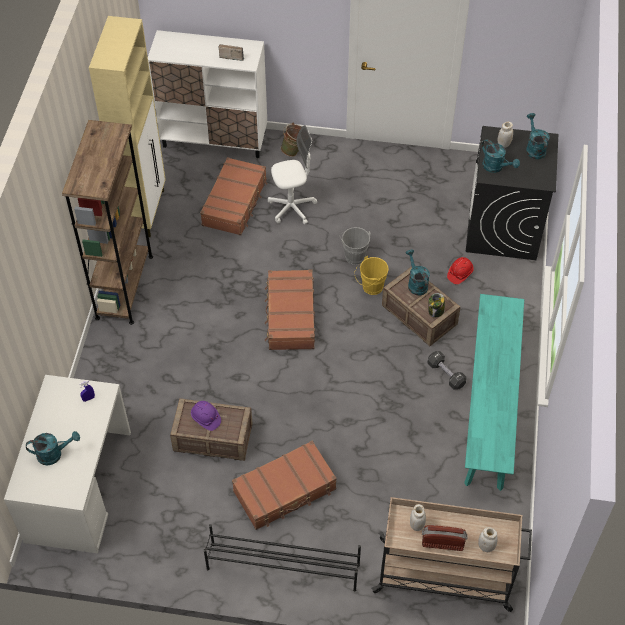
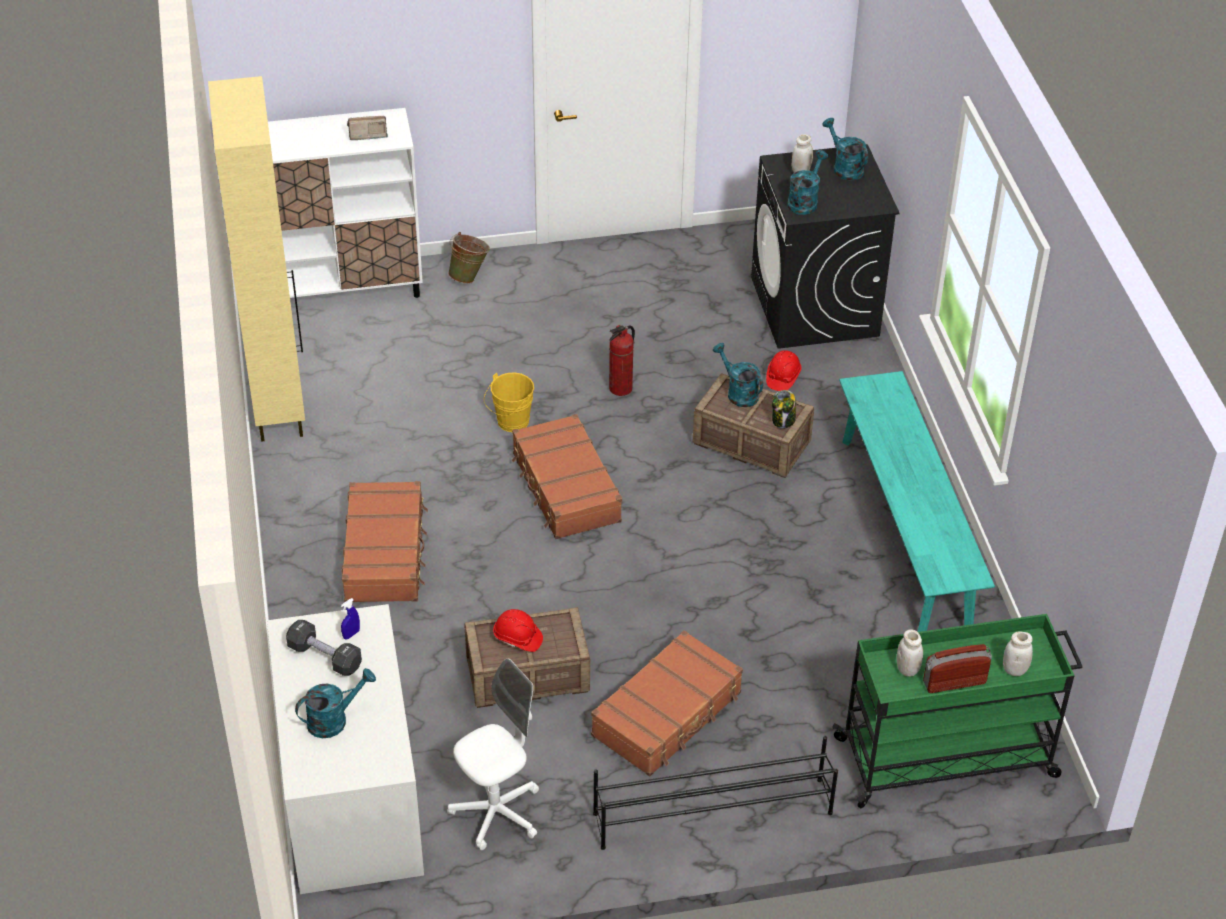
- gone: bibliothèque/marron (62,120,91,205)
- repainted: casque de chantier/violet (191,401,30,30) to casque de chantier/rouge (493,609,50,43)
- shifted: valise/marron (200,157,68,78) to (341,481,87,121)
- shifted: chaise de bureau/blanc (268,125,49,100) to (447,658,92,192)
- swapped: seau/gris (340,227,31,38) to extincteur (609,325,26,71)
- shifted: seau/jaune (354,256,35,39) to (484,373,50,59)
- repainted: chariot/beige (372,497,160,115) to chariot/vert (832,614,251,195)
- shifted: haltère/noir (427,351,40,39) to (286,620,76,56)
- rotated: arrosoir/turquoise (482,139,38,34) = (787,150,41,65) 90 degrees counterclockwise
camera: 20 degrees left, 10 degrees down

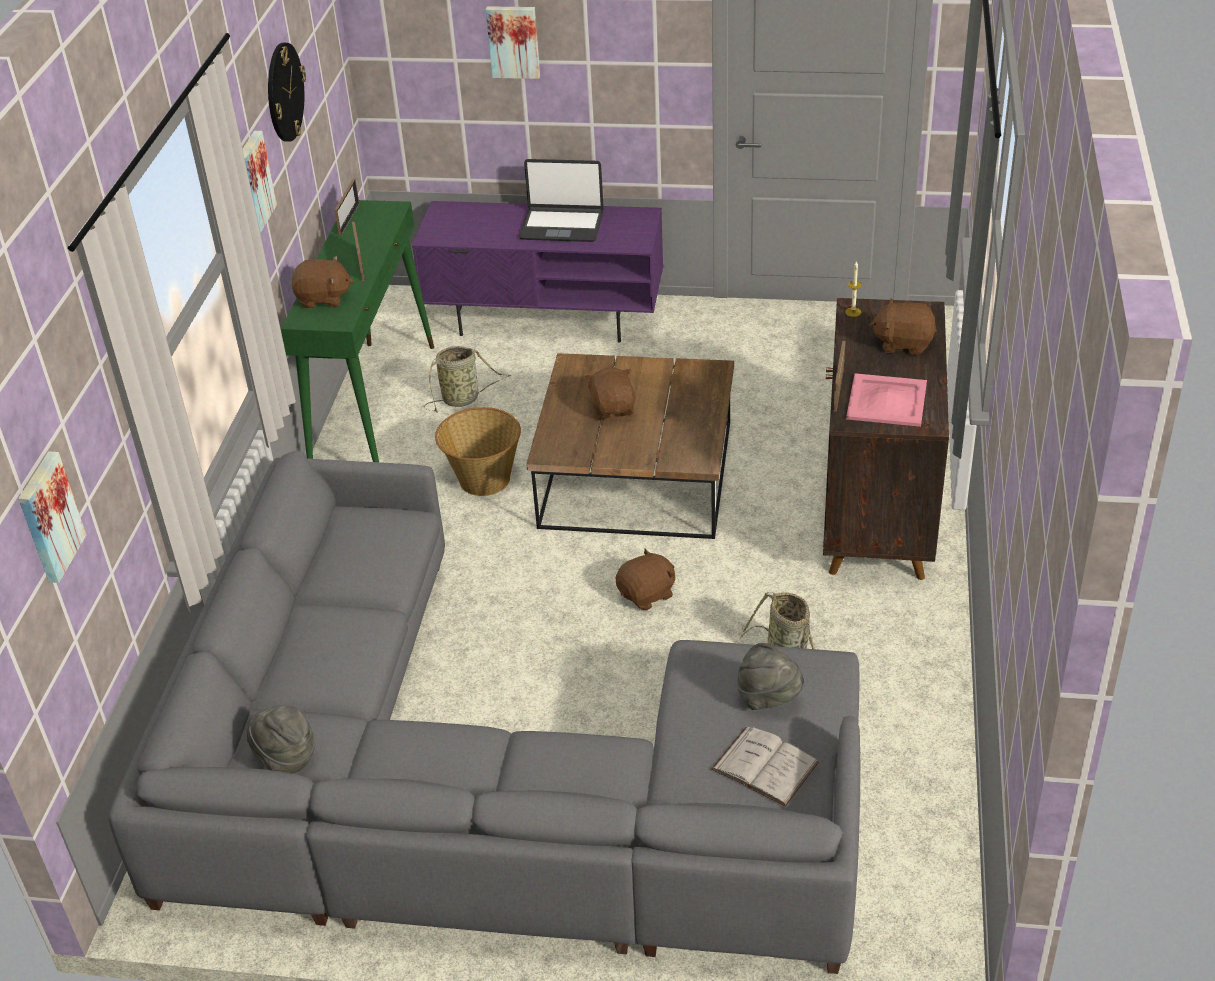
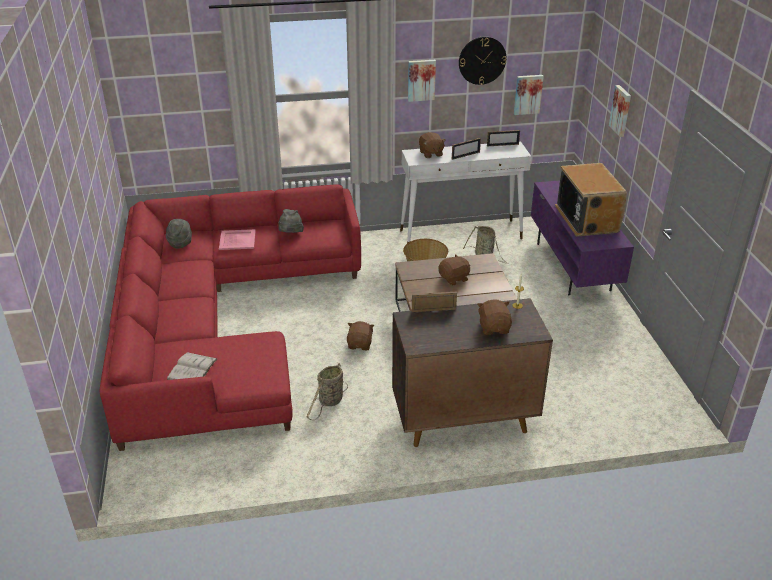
- shifted: tableau (18,451,69,132) to (514,75,30,40)
- repainted: canapé/gris (109,451,751,523) to canapé/rouge (100,185,261,266)
- repainted: table console/vert (281,200,153,262) to table console/blanc (400,141,131,102)
- swapped: ordinateur portable (519,159,85,83) to téléviseur (555,163,72,74)
- rotated: peluche/marron (615,548,60,63) = (347,321,27,29) 120 degrees counterclockwise
- shifted: chapeau/gris (737,643,67,67) to (278,209,26,24)
- shifted: plateau/rose (846,373,81,54) to (219,229,37,21)
camera: 70 degrees right, 5 degrees down

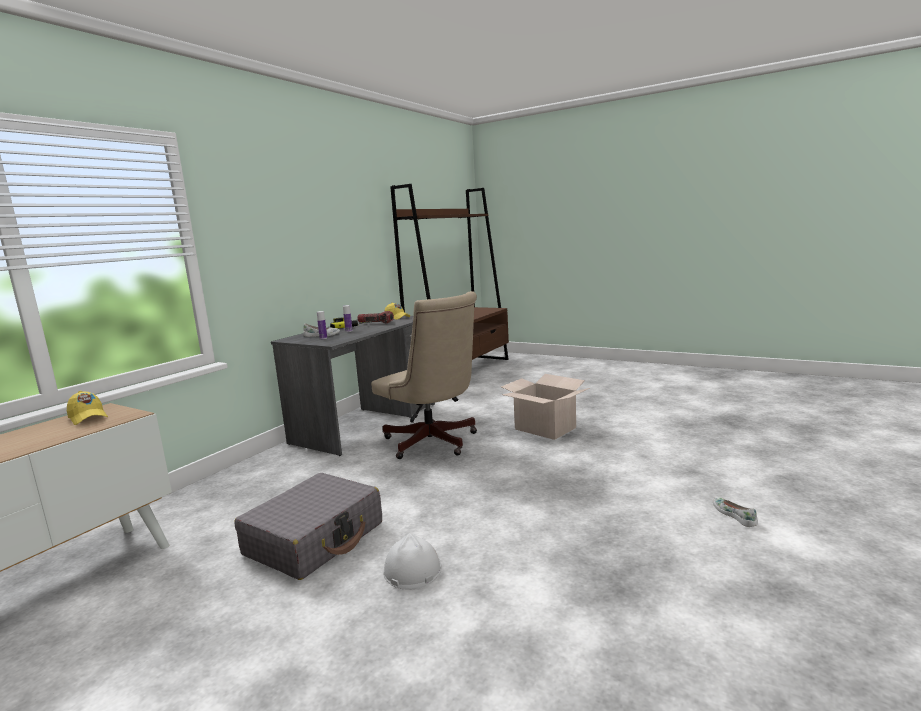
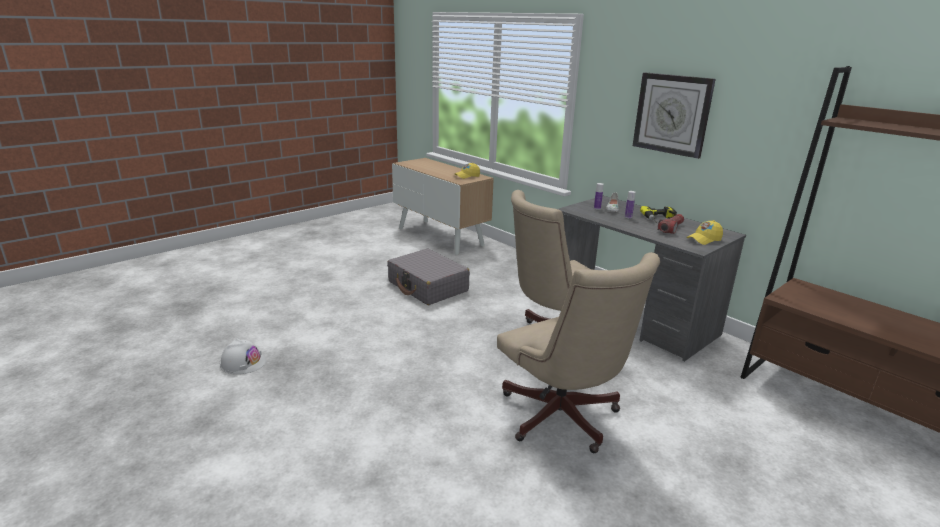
- shifted: casque de chantier/blanc (383,533,59,57) to (220,339,46,35)
- swapped: carton (501,374,89,66) to chaise de bureau/beige (497,252,163,201)
- gone: chaussure/blanc (713,497,45,30)
- new: horloge murale (633,72,83,87)
camera: 105 degrees right, 10 degrees up

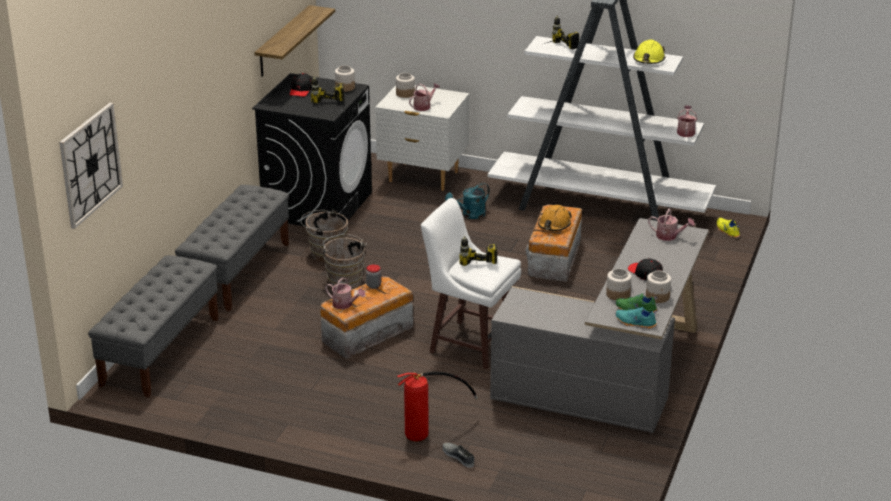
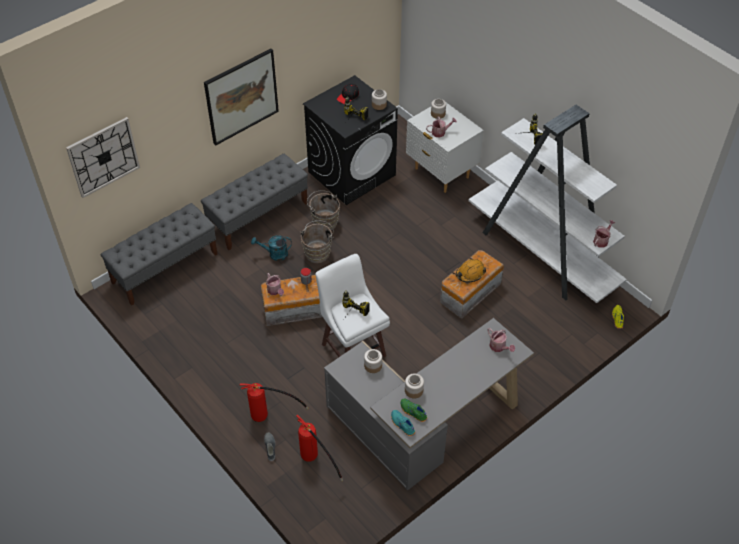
- gone: étagère (255,5,80,72)
- shifted: arrosoir/turquoise (445,183,45,36) to (251,235,41,26)
- gone: casquette/noir (628,258,35,23)
- gone: casque de chantier/jaune (633,40,32,24)
- shifted: bocal (646,271,25,32) to (364,349,18,24)
- new: tableau (204,48,75,98)
- new: extincteur (296,415,47,66)
camera: 30 degrees right, 20 degrees up

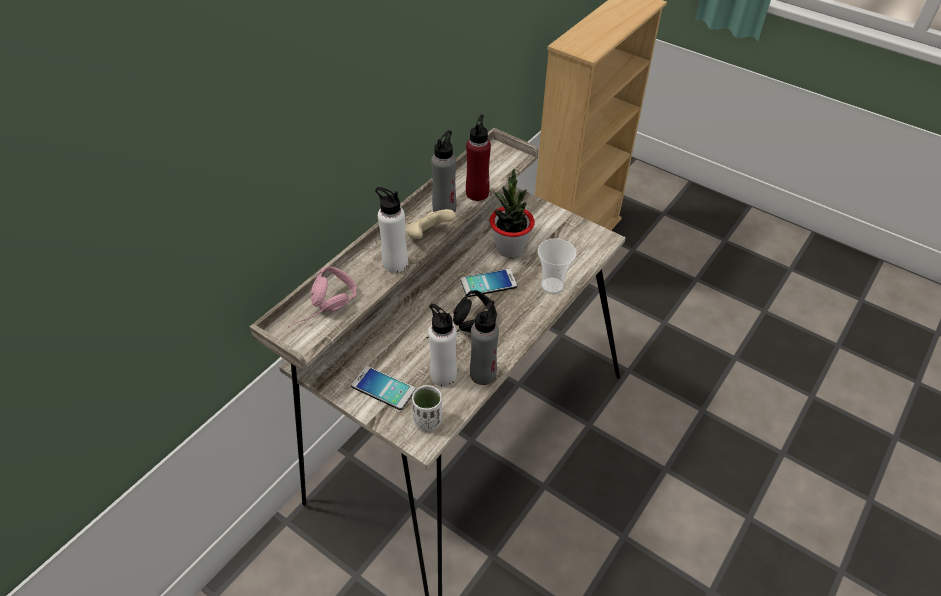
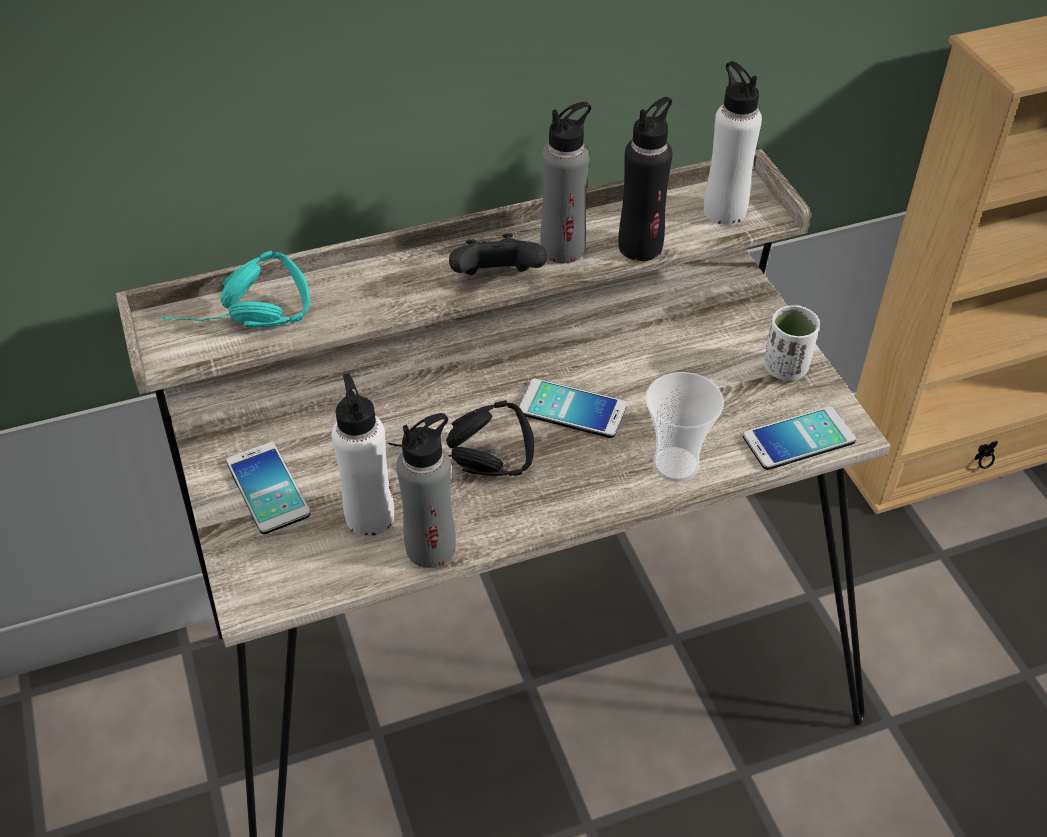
- repainted: casque audio/rose (288,266,69,62) to casque audio/turquoise (162,251,148,77)
- shifted: bouteille/blanc (375,187,33,86) to (704,61,58,164)
- repainted: manette/beige (406,209,50,30) to manette/noir (449,233,98,42)
- shifted: tasse/blanc (412,385,30,46) to (764,305,56,76)
- repainted: bouteille/rouge (466,115,25,86) to bouteille/noir (618,97,55,164)
- gone: plante en pot (490,169,45,89)
- new: téléphone (743,406,113,64)
camera: 35 degrees right, 0 degrees up

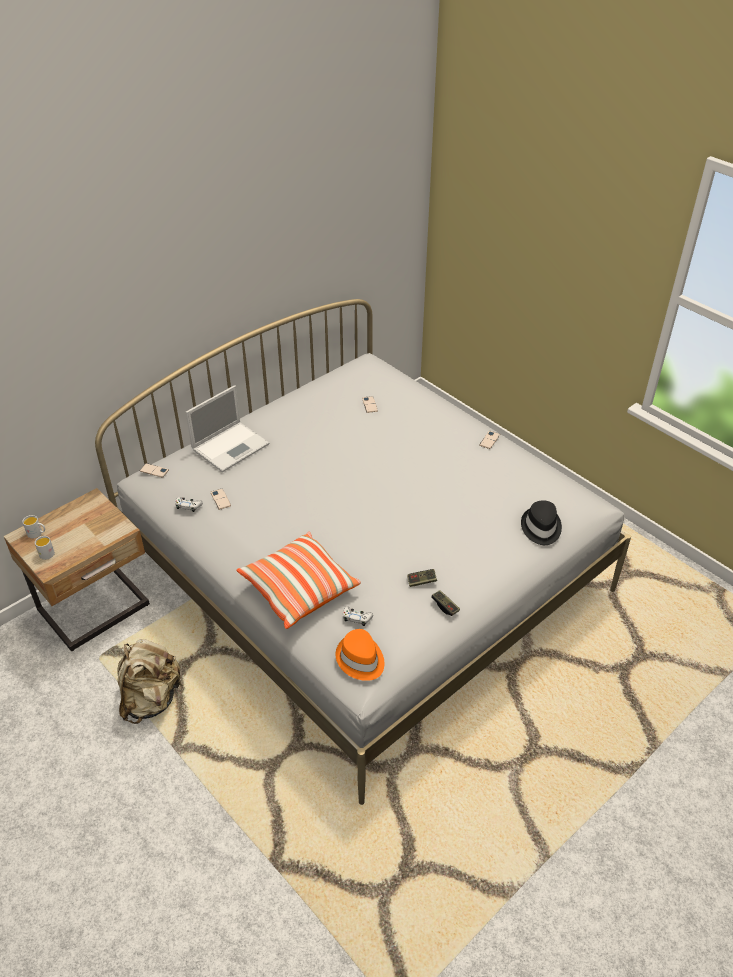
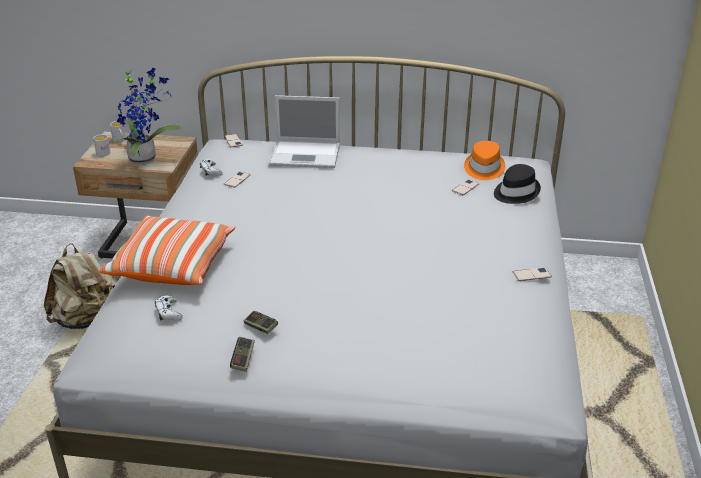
- shifted: chapeau/orange (335,629,50,52) to (464,141,41,39)
- shifted: chapeau/noir (521,500,41,45) to (494,164,47,40)
- new: plante en pot (112,68,69,97)
camera: 50 degrees right, 10 degrees down

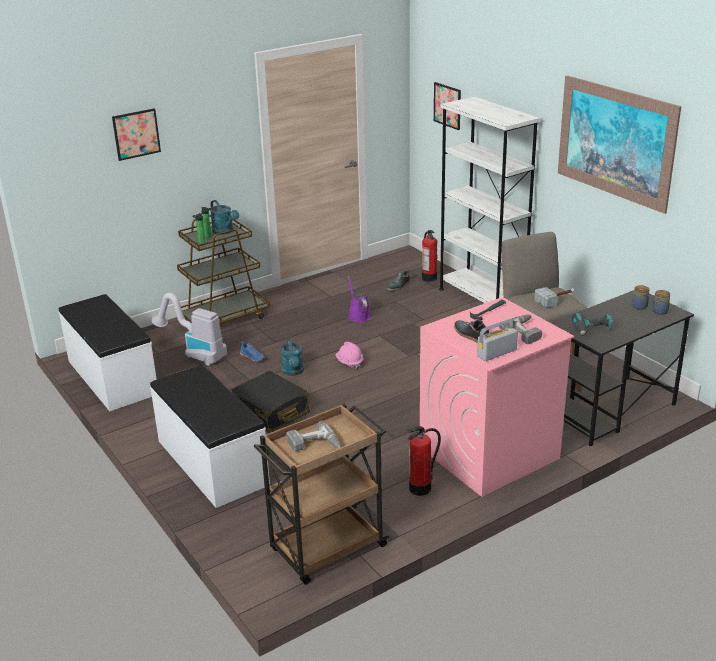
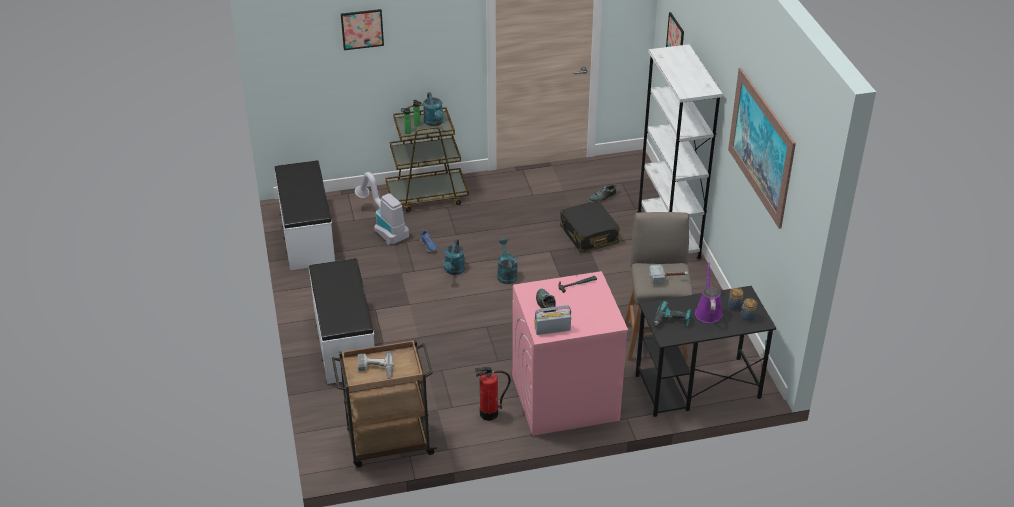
- shifted: valise/noir (230,370,80,63) to (560,200,60,53)
- swapped: casque de chantier/rose (335,342,28,27) to arrosoir/turquoise (497,238,21,46)
- shifted: arrosoir/violet (348,276,24,47) to (695,262,27,61)
- gone: extincteur (422,230,15,52)
- gone: perceuse (499,315,43,29)
camera: 20 degrees right, 10 degrees up

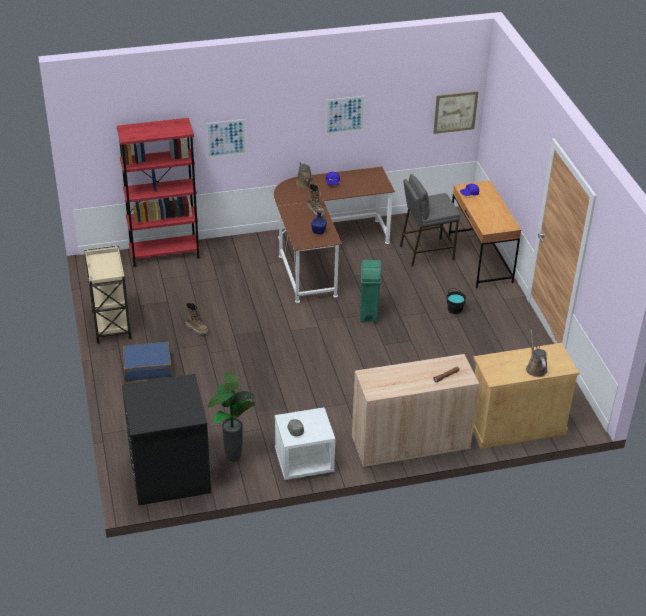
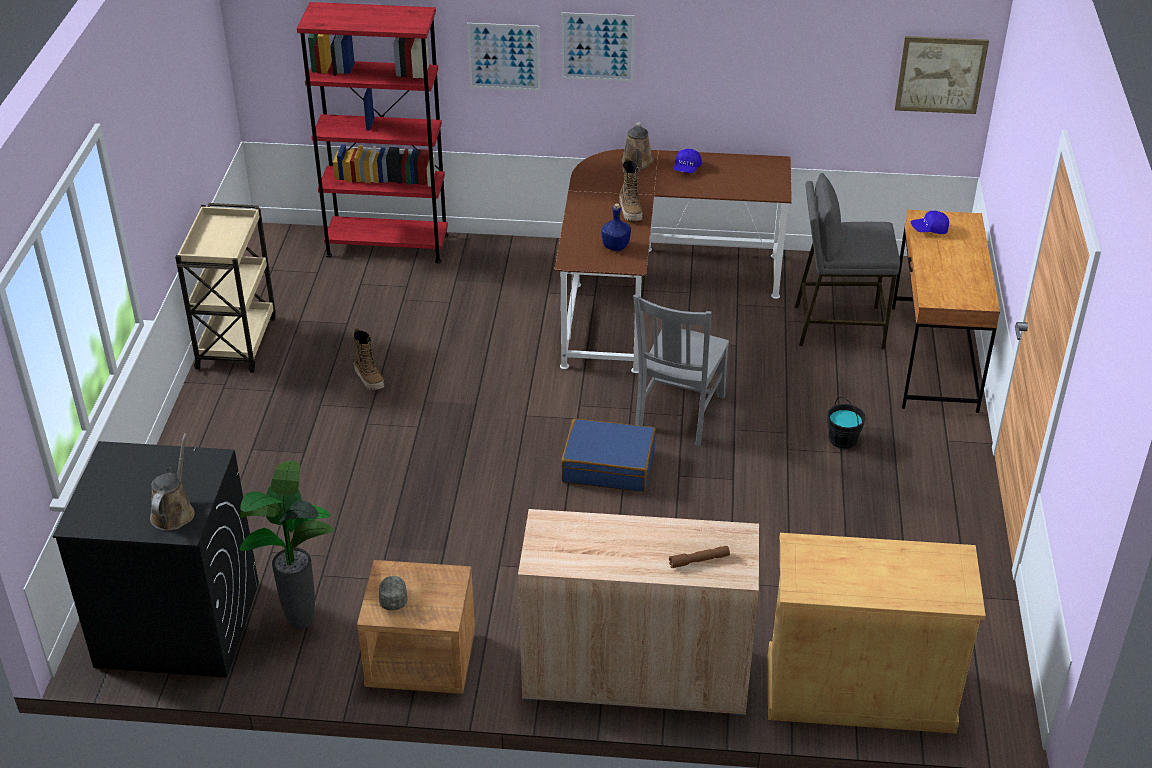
- shifted: valise/bleu (123,342,49,39) to (561,419,95,73)
- repainted: table de chevet/blanc (275,407,60,73) to table de chevet/marron (357,560,118,134)
- shifted: tableau (326,96,39,39) to (561,12,74,70)
- swapped: poubelle/vert (360,260,21,63) to chaise/gris (633,294,96,152)
- shifted: arrosoir/marron (526,330,21,47) to (150,433,45,98)
camera: 20 degrees right, 0 degrees up

